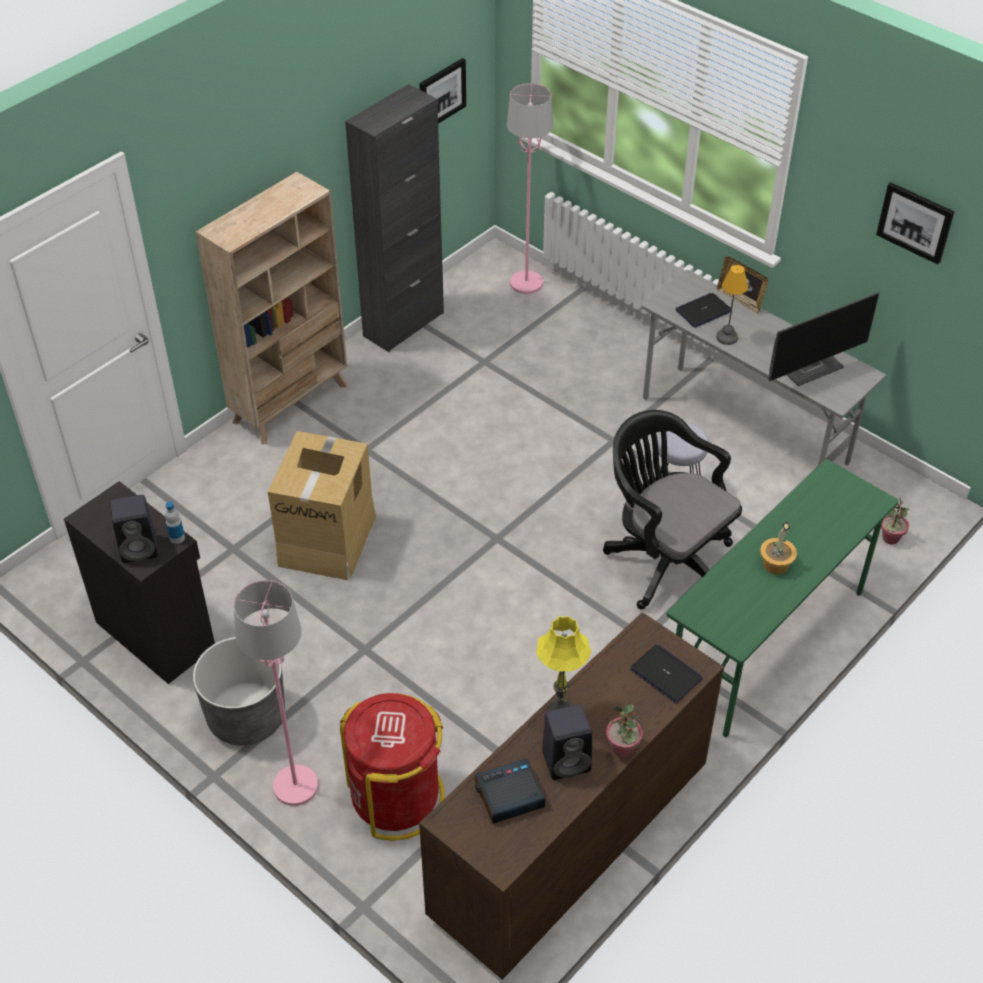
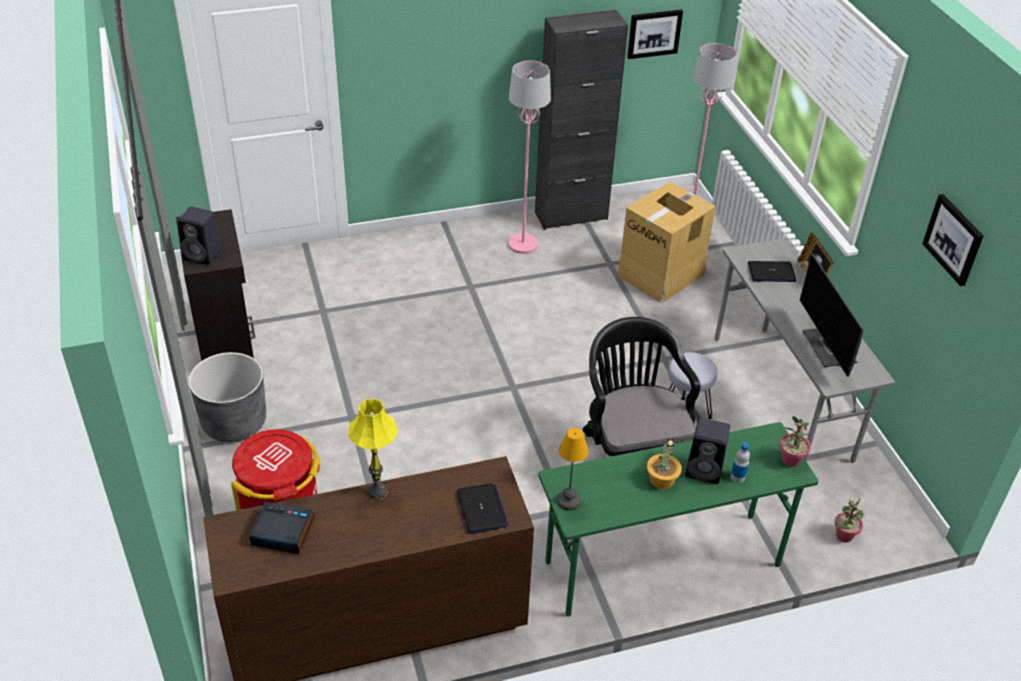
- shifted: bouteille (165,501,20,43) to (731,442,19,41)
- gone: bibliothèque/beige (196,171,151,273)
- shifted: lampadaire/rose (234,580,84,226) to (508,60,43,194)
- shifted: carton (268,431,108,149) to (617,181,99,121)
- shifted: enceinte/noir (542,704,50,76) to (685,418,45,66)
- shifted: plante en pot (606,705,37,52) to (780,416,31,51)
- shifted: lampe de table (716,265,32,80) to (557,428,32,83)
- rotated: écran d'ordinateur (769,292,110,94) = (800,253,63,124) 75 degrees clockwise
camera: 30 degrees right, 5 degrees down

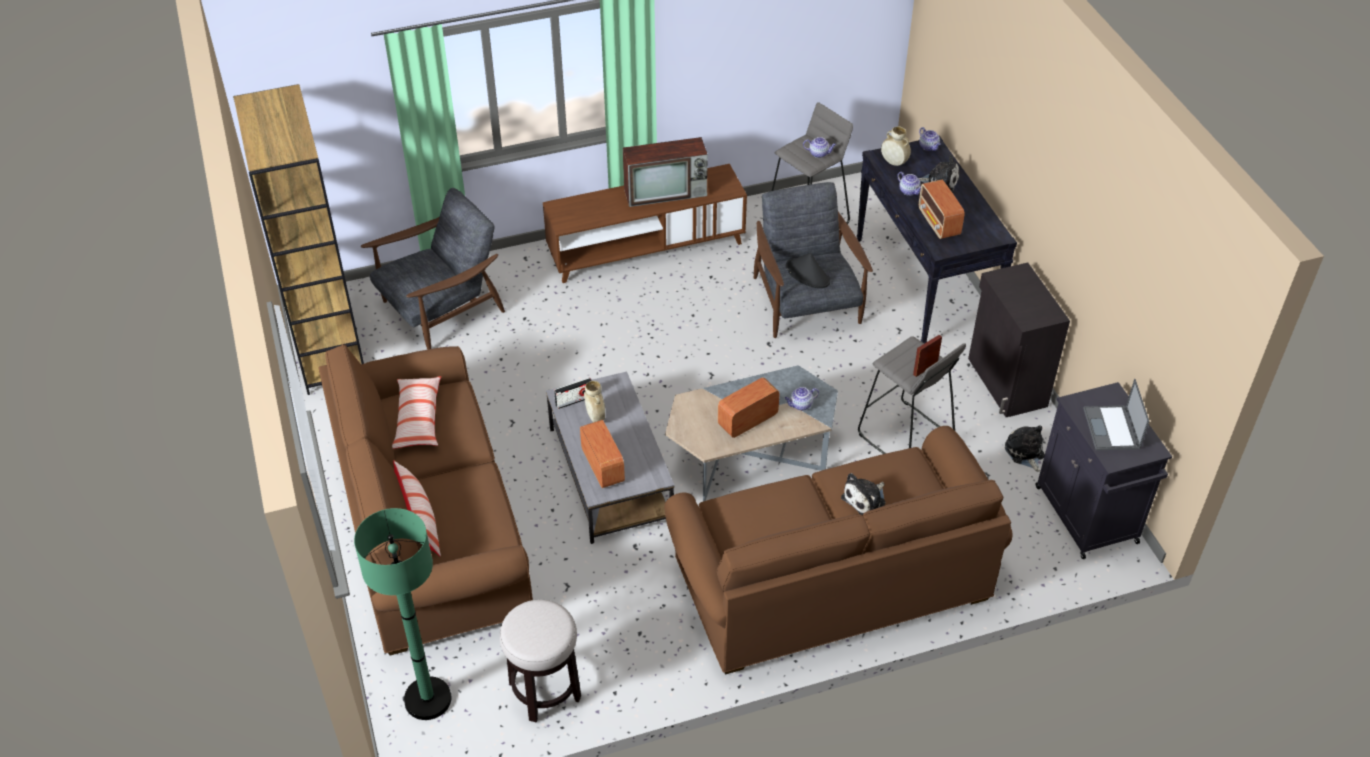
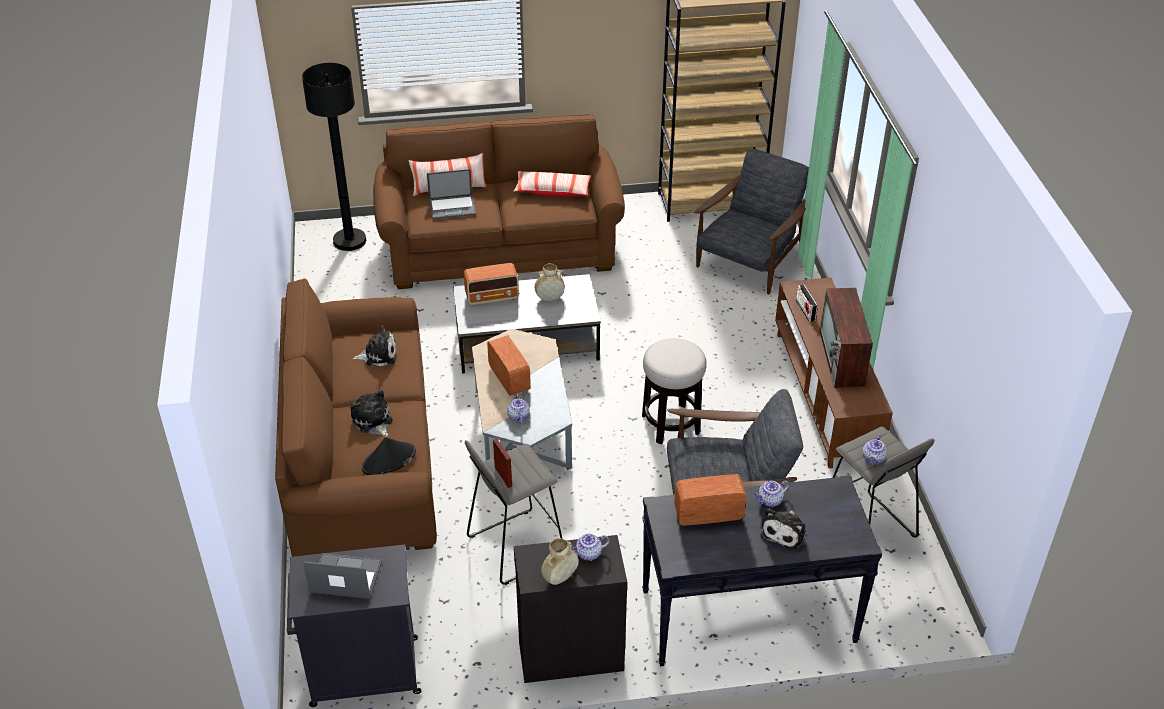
- repainted: lampadaire/vert (354,508,98,212) to lampadaire/noir (302,63,64,188)
- rotated: fauteuil/gris (361,188,144,162) = (695,148,114,146) 120 degrees counterclockwise
- shifted: tabouret (499,600,82,123) to (642,338,65,106)
- shifted: radio (554,378,38,31) to (796,284,22,38)
- shifted: chapeau/noir (786,253,44,35) to (362,437,54,38)
- shifted: vase/beige (881,126,30,40) to (541,538,38,47)
- shifted: théière (919,127,22,24) to (571,533,39,28)
- shifted: peluche (1005,425,40,47) to (352,326,44,41)
- new: ordinateur portable (427,169,49,51)
camera: 100 degrees right, 5 degrees down

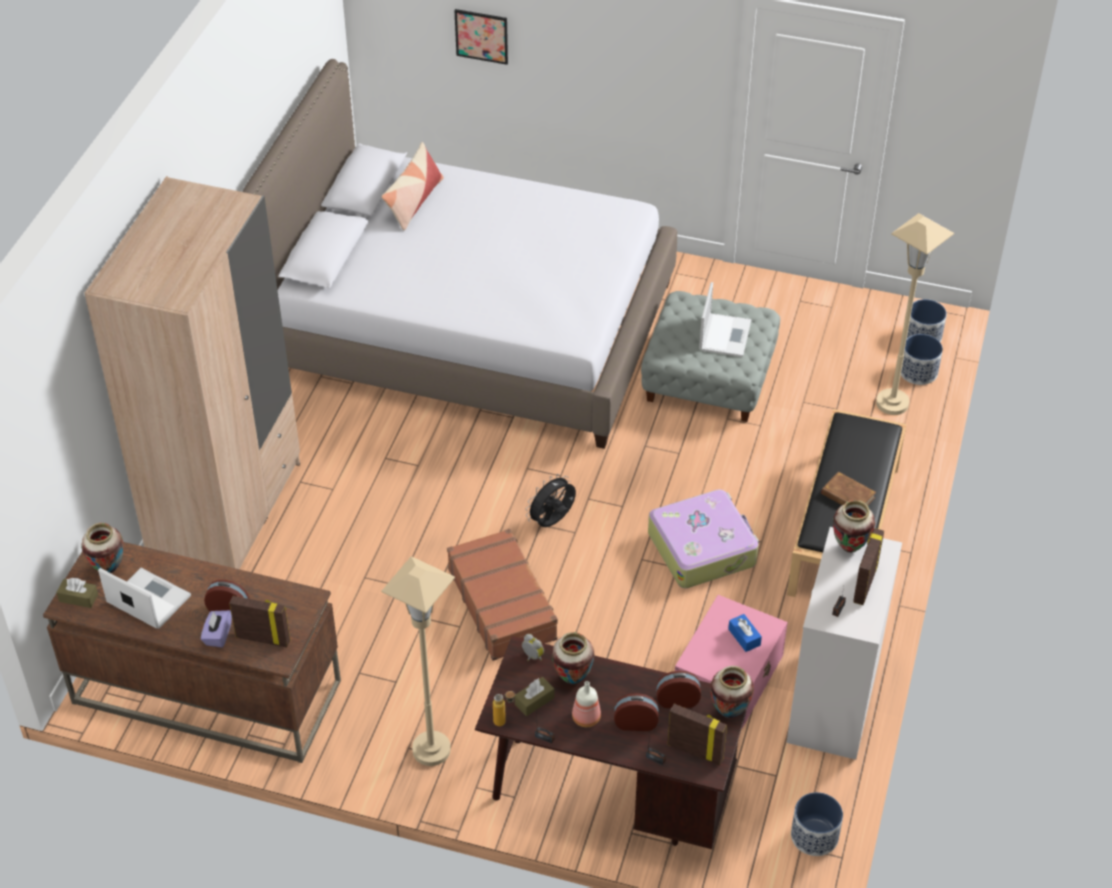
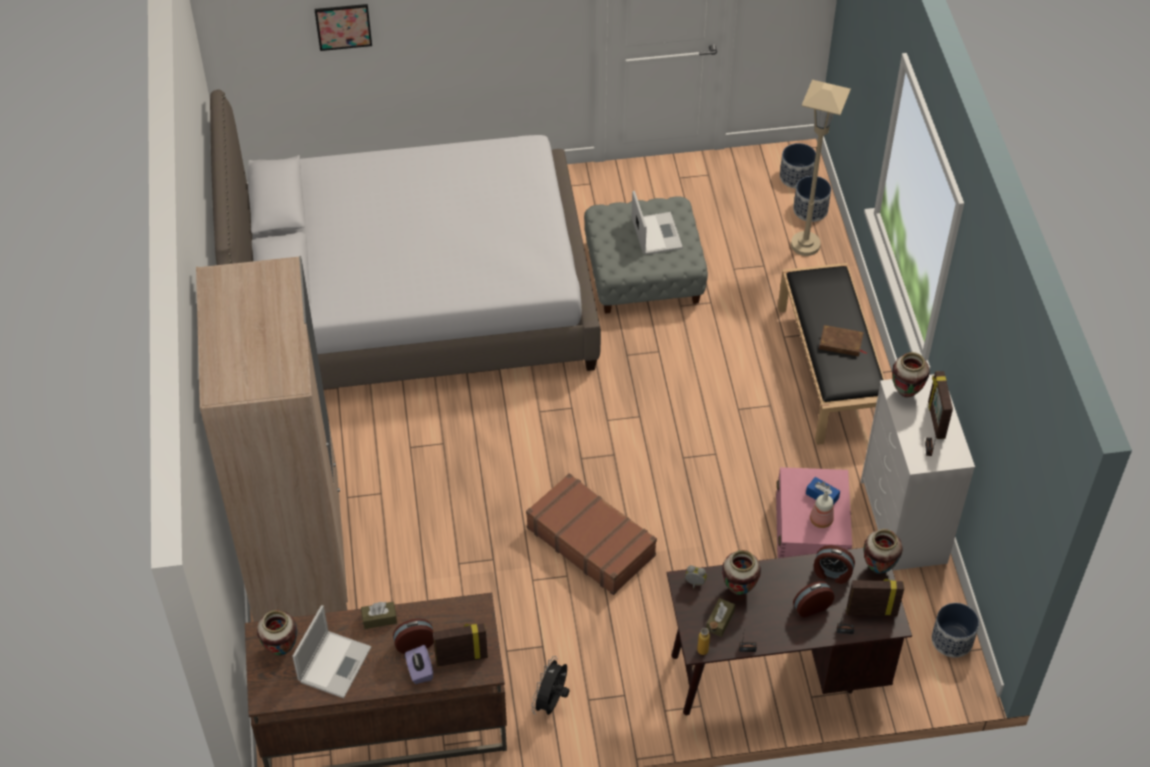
- shifted: boîte à mouchoirs/marron (56,578,42,30) to (361,602,36,27)
- rotated: ordinateur portable (98,568,93,61) = (292,605,79,93) 105 degrees clockwise
- gone: lampadaire/beige (381,556,74,210)
- gone: coussin (382,142,62,88)
- shifted: ventilateur/noir (526,474,50,53) to (531,656,39,59)
- shifted: bouteille (572,681,29,46) to (810,491,24,37)
- gone: valise (648,489,111,99)
- rotated: réveil (656,671,45,37) = (814,545,41,39) 135 degrees counterclockwise
camera: 25 degrees left, 5 degrees up

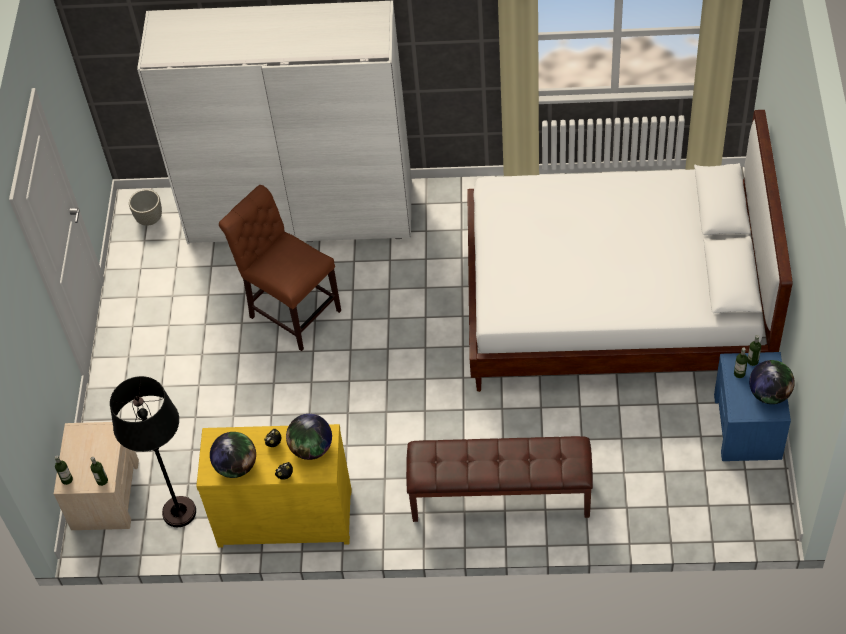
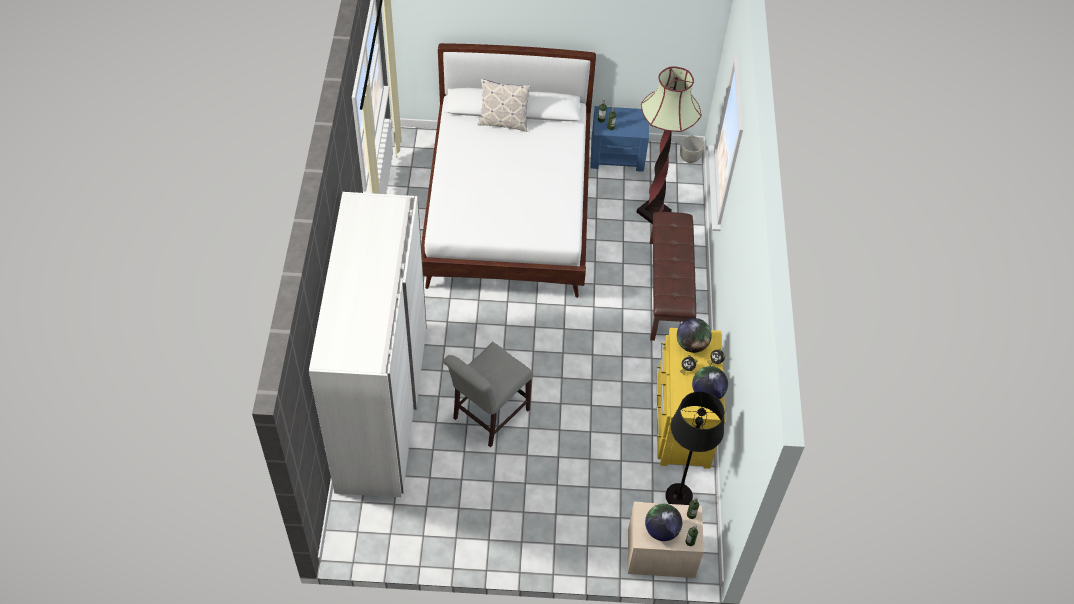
- shifted: cache-pot/gris (129,189,33,37) to (680,136,24,27)
- repainted: chaise/marron (219,185,122,166) to chaise/gris (443,341,90,106)
- shifted: globe (749,360,46,44) to (645,504,37,37)
- new: coussin (477,79,54,53)
- new: lampadaire (637,66,64,158)
camera: 95 degrees left, 0 degrees up

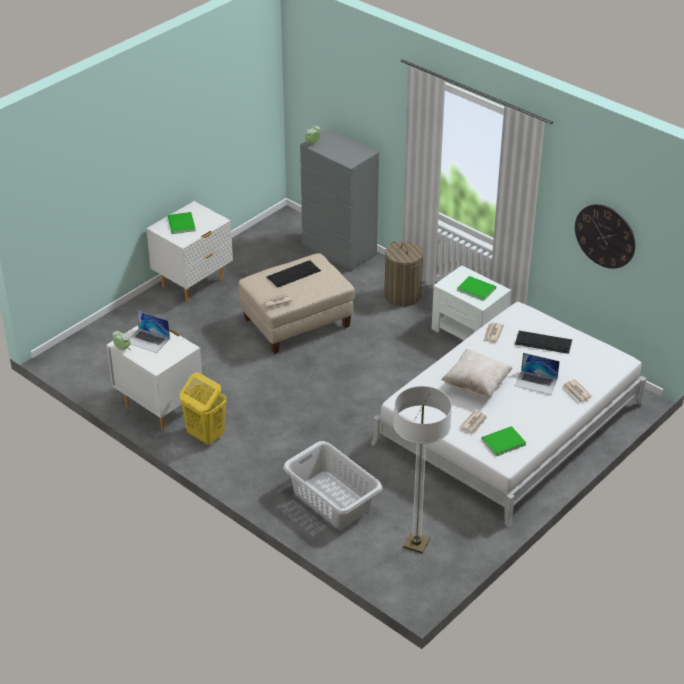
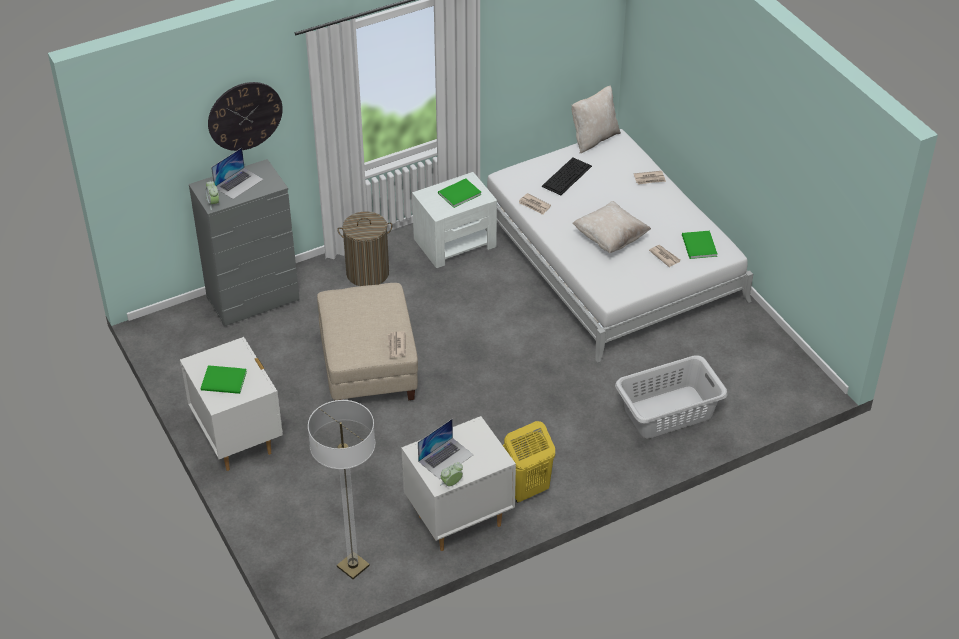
- gone: clavier (266,260,55,28)
- shifted: lampadaire (394,386,58,168) to (308,400,67,179)
- shifted: ordinateur portable (515,353,45,42) to (211,148,52,51)
- shifted: horloge murale (575,204,60,65) to (208,82,75,69)
- new: coussin/beige (572,86,49,67)
camera: 70 degrees left, 5 degrees up

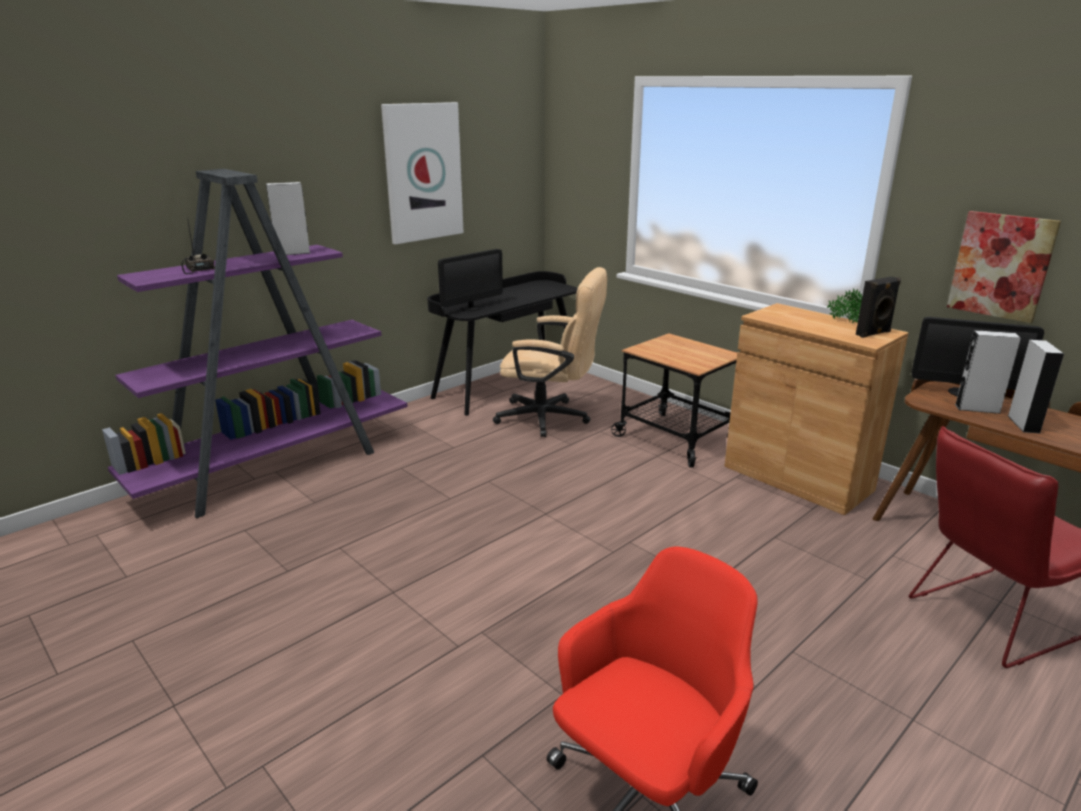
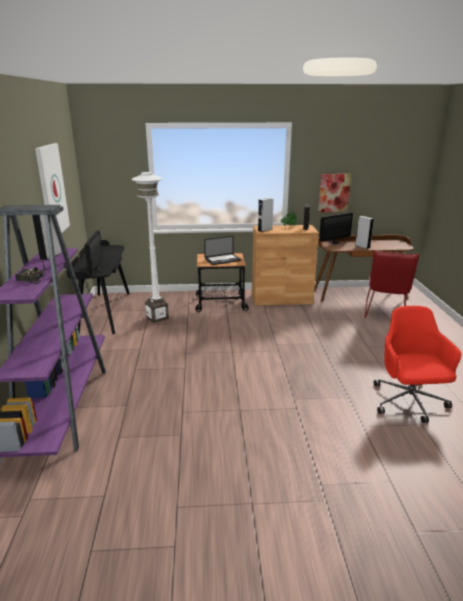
- swapped: chaise de bureau/beige (493,267,114,170) to lampadaire/blanc (132,172,37,151)
- shifted: enceinte/gris (955,330,66,84) to (258,198,16,34)
- new: ordinateur portable (204,236,37,29)
camera: 50 degrees left, 0 degrees up

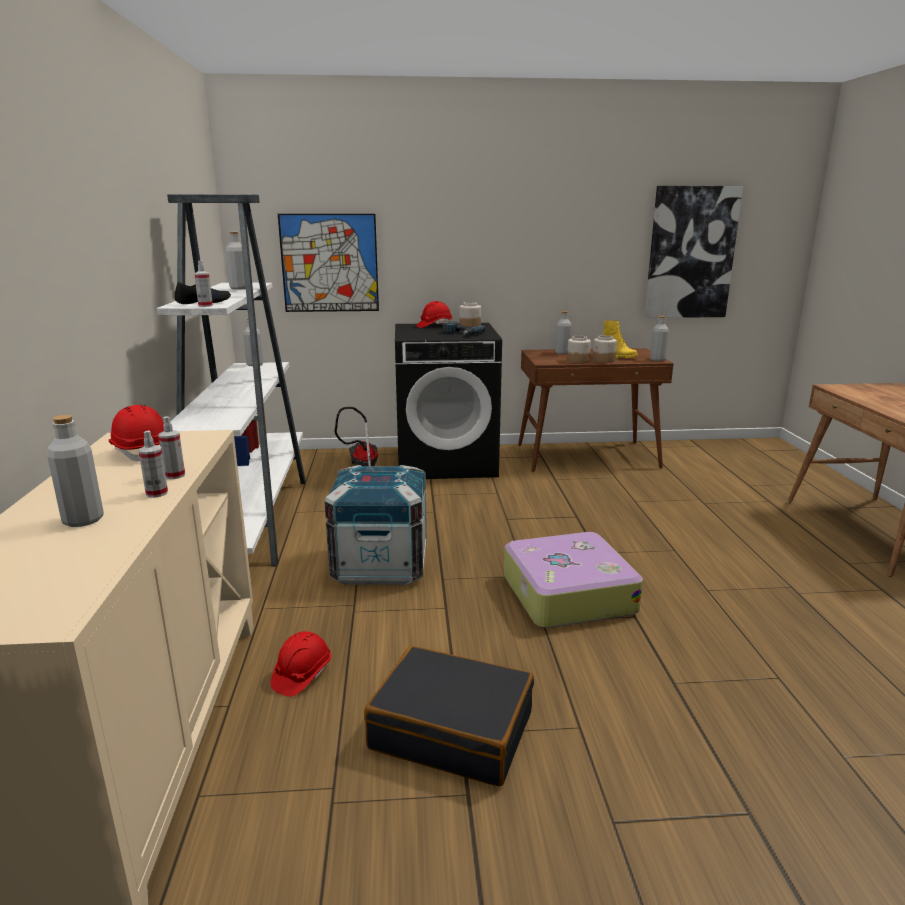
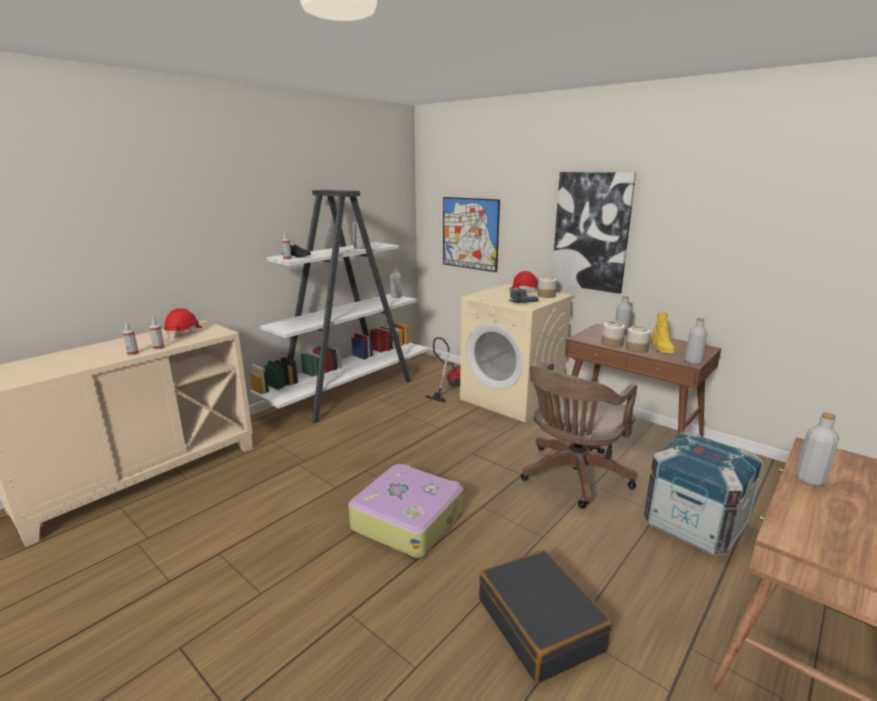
- shifted: bouteille/gris (47,415,57,112) to (795,412,44,74)
- gone: casque de chantier/rouge (271,631,60,66)
- shifted: caisse (324,465,103,120) to (644,432,120,123)
- shifted: valise/noir (364,646,170,141) to (479,549,133,135)
- repainted: lave-linge/noir (395,323,107,156) to lave-linge/beige (460,284,113,139)
- shifted: tableau (644,186,99,132) to (552,172,84,122)
- new: chaise de bureau/marron (521,362,116,147)
camera: 45 degrees right, 0 degrees up

